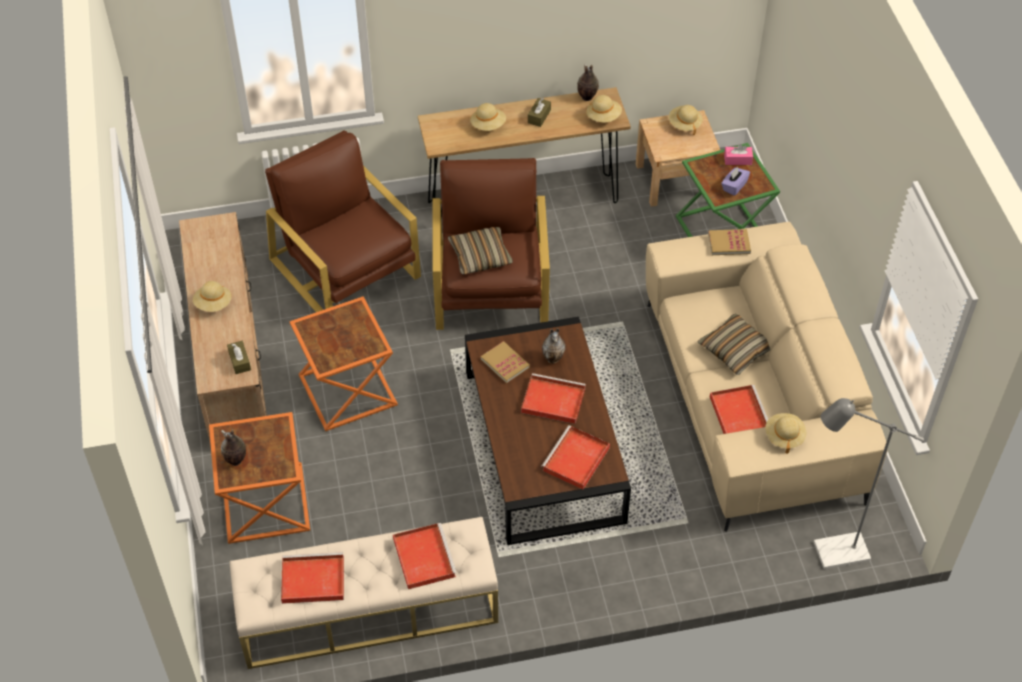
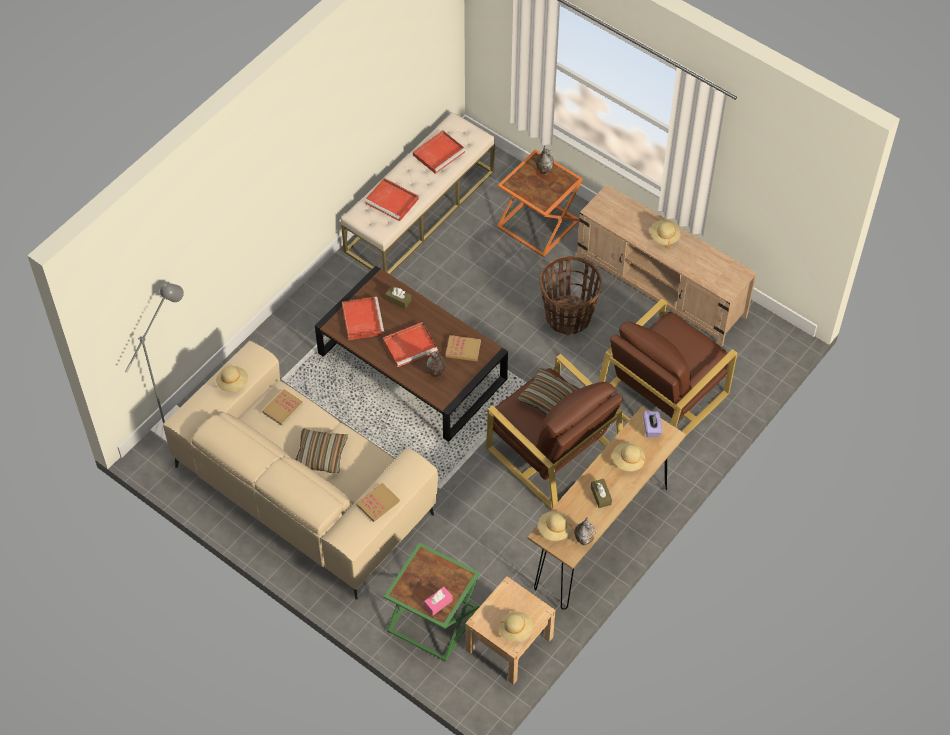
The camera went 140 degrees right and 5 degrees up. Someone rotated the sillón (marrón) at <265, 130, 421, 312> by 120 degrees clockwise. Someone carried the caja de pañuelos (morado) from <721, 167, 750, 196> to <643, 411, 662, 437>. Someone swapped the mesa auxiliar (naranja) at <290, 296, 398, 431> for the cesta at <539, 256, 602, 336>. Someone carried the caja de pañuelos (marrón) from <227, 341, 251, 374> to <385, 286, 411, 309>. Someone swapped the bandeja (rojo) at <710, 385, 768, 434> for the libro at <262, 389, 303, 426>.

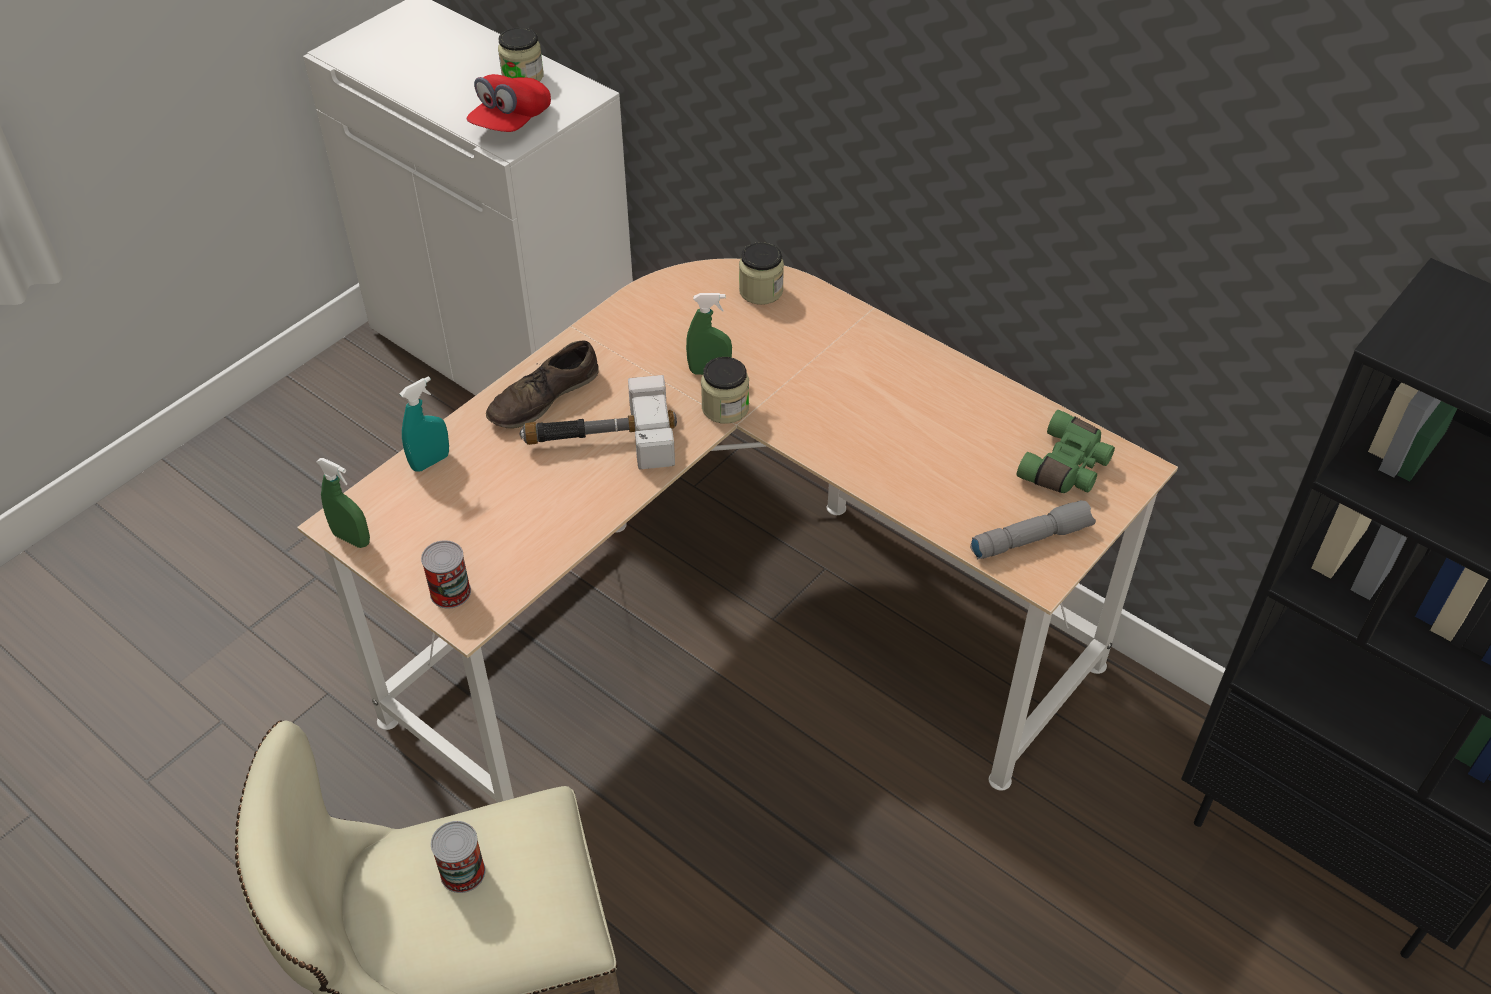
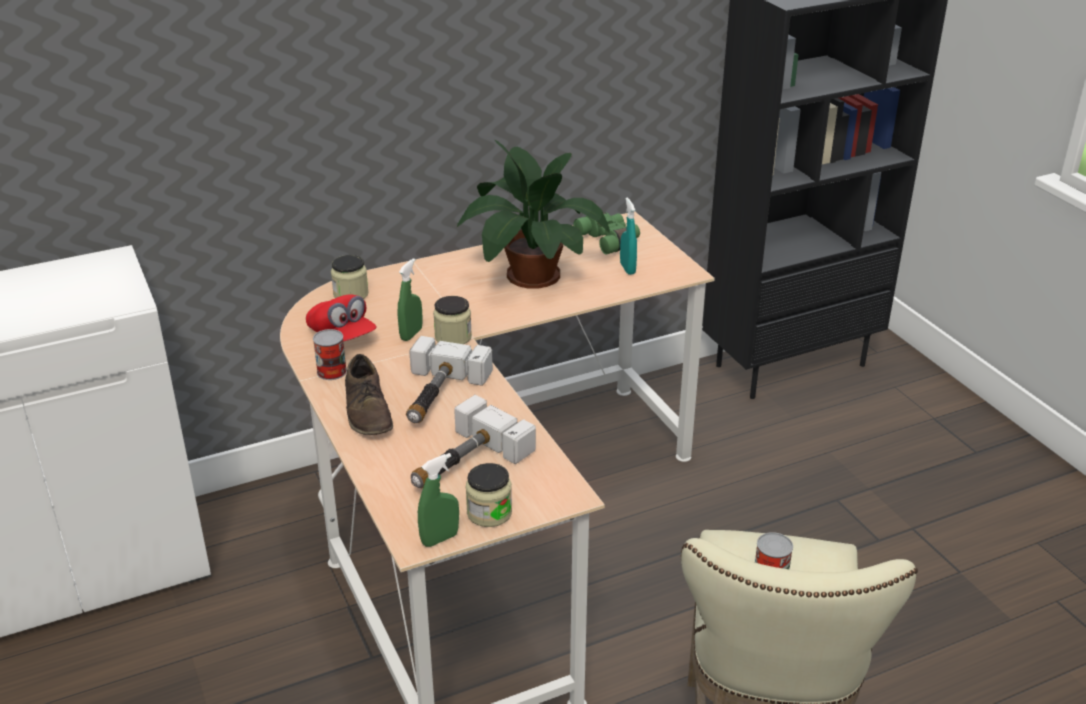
The camera went 65 degrees left and 15 degrees down. Someone carried the tarro from <498, 27, 544, 81> to <466, 463, 512, 527>. Someone carried the gorra (rojo) from <466, 74, 551, 132> to <306, 294, 377, 342>. Someone carried the pulverizador (turquesa) from <399, 376, 449, 472> to <620, 197, 637, 275>. Someone took away the linterna (gris) at <970, 500, 1096, 559>. Someone carried the lata from <421, 540, 471, 608> to <313, 329, 347, 380>. Someone put down the planta en maceta at <457, 140, 610, 289>. Someone put down the martillo at <411, 395, 536, 488>.

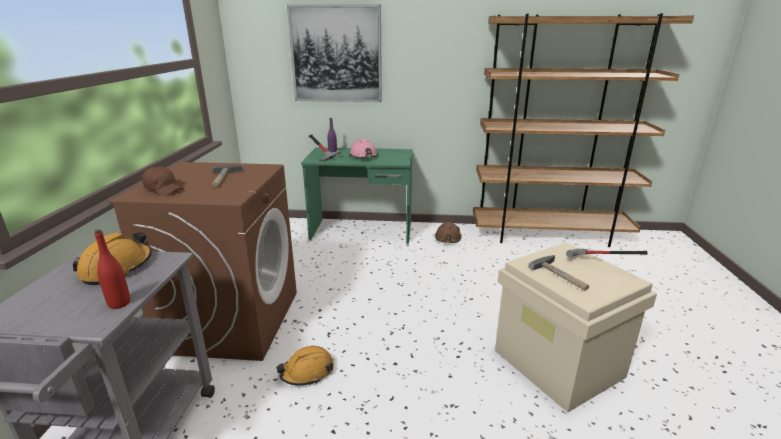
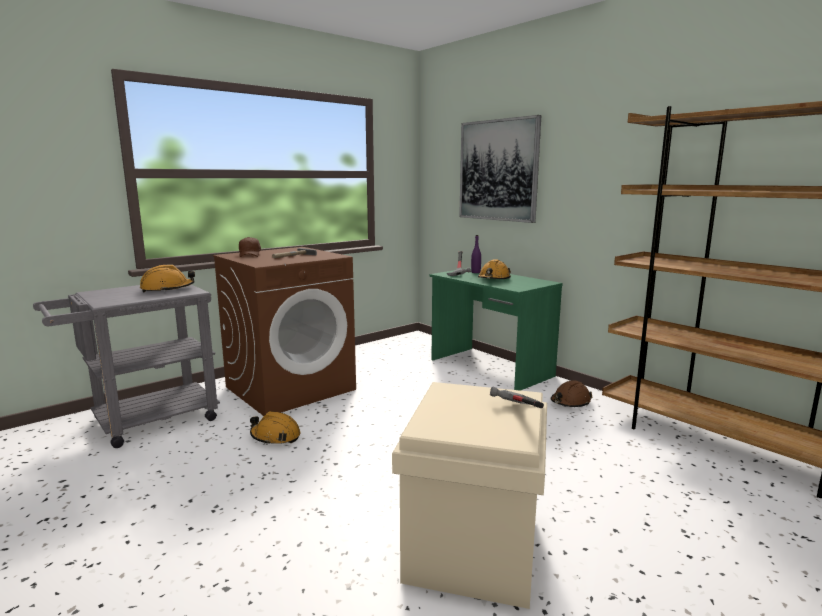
The camera went 45 degrees right and 10 degrees down. Someone repainted the casco (rosa) at <349, 139, 378, 158>, which became the casco (naranja) at <478, 259, 511, 279>. Someone took away the botella (rojo) at <95, 229, 130, 309>. Someone took away the martillo at <528, 255, 589, 290>.

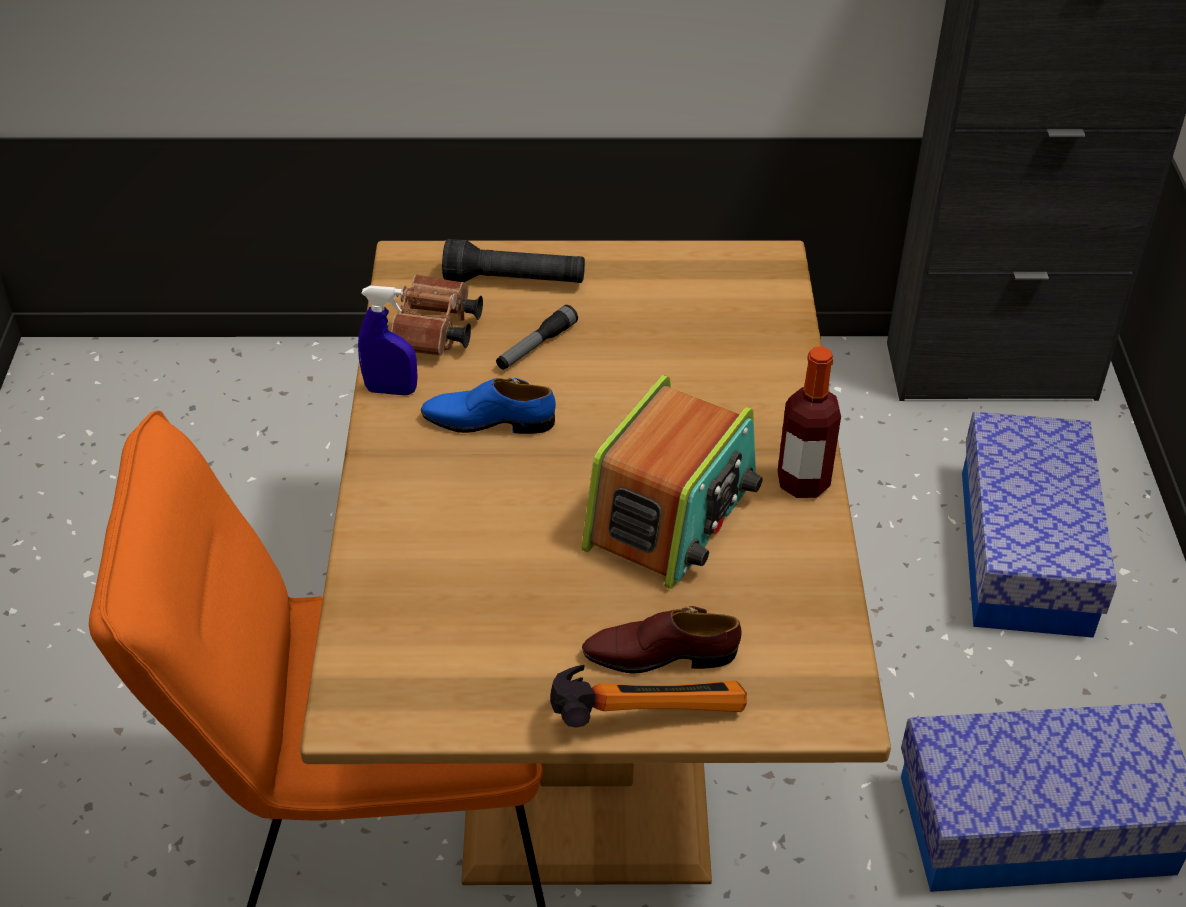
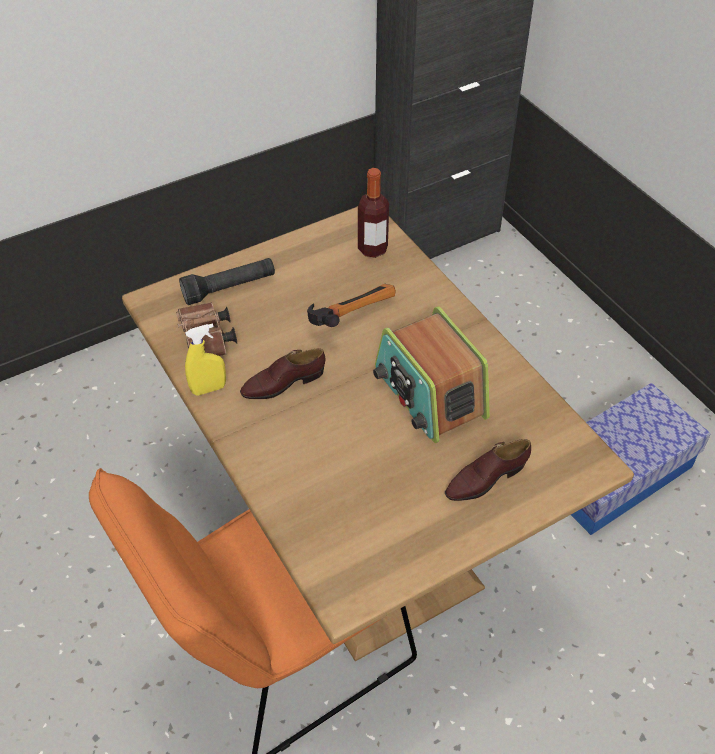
The camera went 30 degrees left and 5 degrees up. Someone repainted the pulverizador (azul) at <358, 286, 418, 396>, which became the pulverizador (amarillo) at <185, 323, 226, 396>. Someone took away the linterna at <496, 305, 578, 370>. Someone carried the botella from <777, 347, 841, 498> to <358, 168, 389, 258>. Someone rotated the radio at <582, 375, 763, 589> by 150 degrees clockwise. Someone repainted the zapato (azul) at <421, 378, 556, 434>, which became the zapato (marrón) at <240, 348, 325, 399>. Someone took away the caja de almacenaje at <962, 412, 1117, 638>. Someone carried the martillo from <550, 665, 747, 728> to <307, 284, 396, 327>.

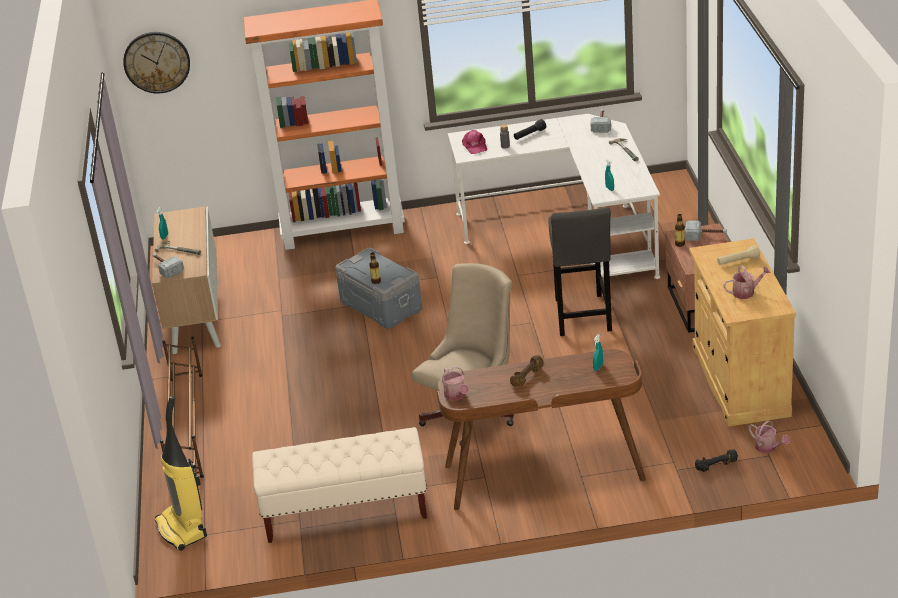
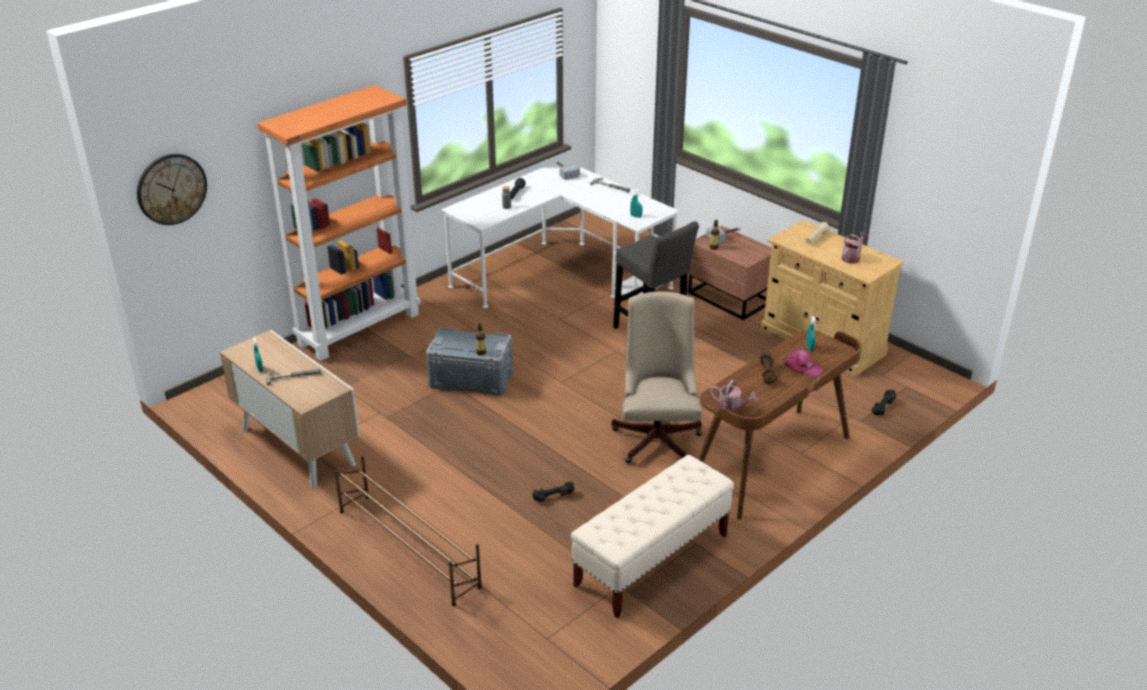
The camera went 40 degrees left and 0 degrees up. Someone carried the gorra (rosa) from <462, 130, 487, 154> to <784, 349, 824, 377>. Someone took away the martillo at <153, 253, 184, 278>. Someone took away the aspiradora at <155, 396, 207, 551>. Someone took away the regadera at <749, 420, 791, 453>. Someone put down the mancuerna (negro) at <532, 482, 574, 502>.

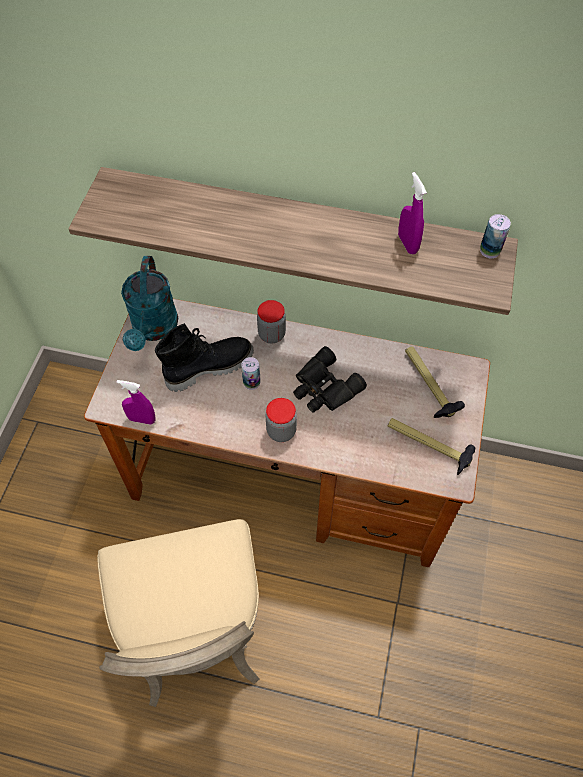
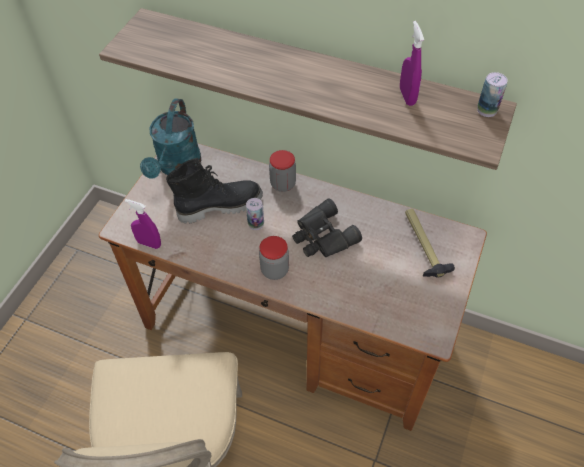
The camera went 10 degrees right and 5 degrees down. Someone took away the martillo at <388, 418, 475, 475>.

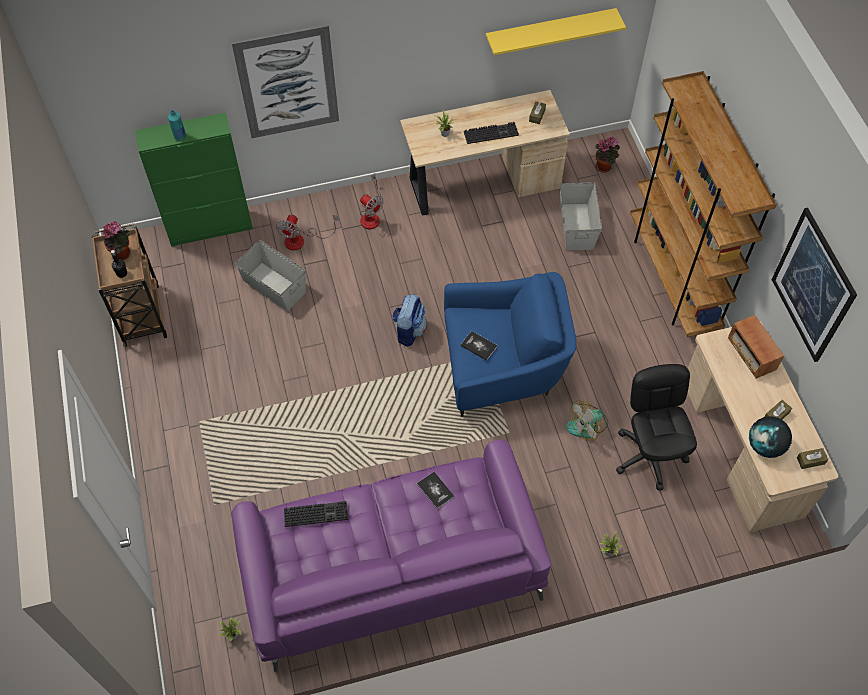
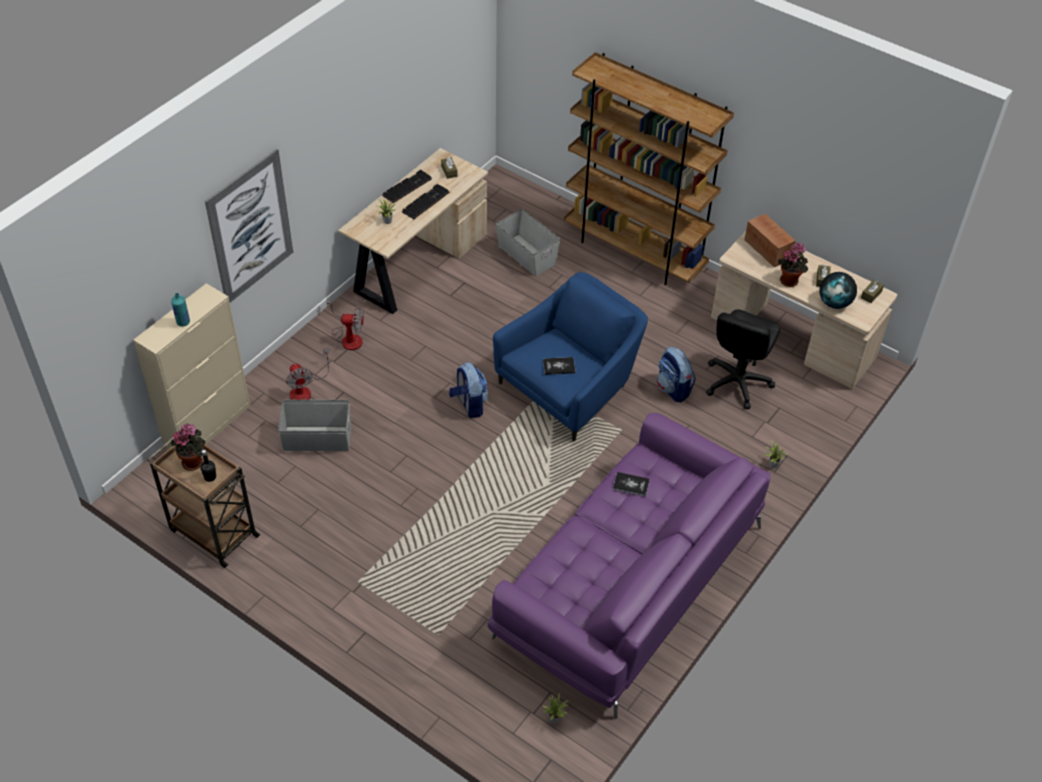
The camera went 40 degrees left and 10 degrees down. Someone took away the estante (amarillo) at <486, 8, 626, 55>. Someone repainted the armario (verde) at <135, 113, 253, 246>, which became the armario (beis) at <133, 283, 250, 450>. Someone carried the planta en maceta from <595, 137, 620, 173> to <778, 243, 808, 287>. Someone took away the cuadro at <772, 208, 857, 362>. Someone rotated the radio at <728, 315, 784, 378> by 150 degrees counterclockwise. Someone rotated the silla de oficina (negro) at <616, 364, 697, 491> by 105 degrees counterclockwise. Someone swapped the ventilador at <566, 400, 608, 440> for the mochila at <657, 347, 696, 402>. Someone carried the teclado from <284, 501, 348, 527> to <382, 170, 432, 203>.

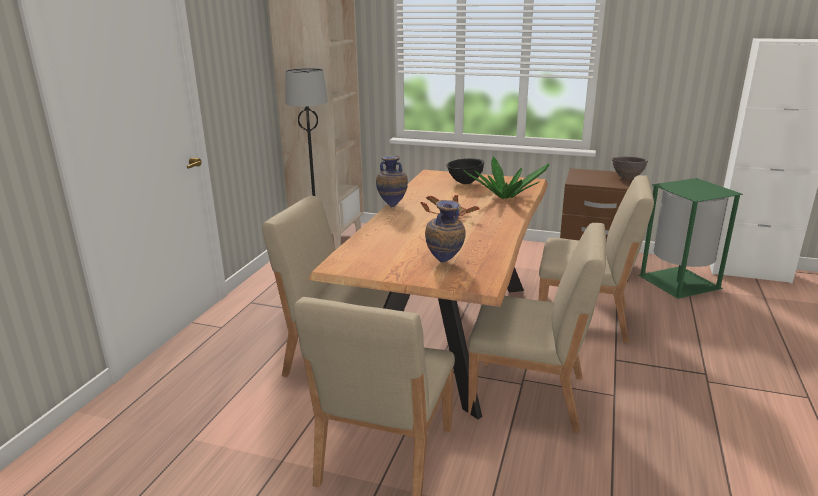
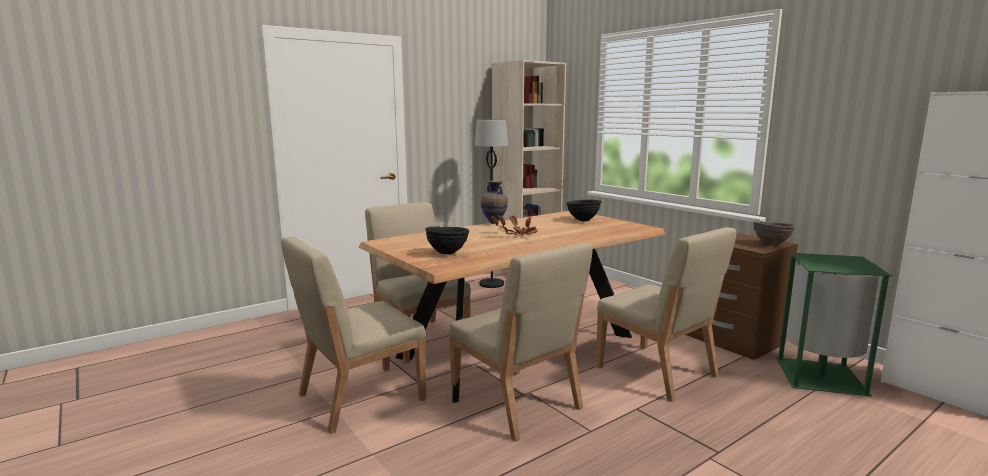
The camera went 35 degrees right and 10 degrees down. Someone took away the planta en maceta at <463, 156, 550, 199>. Someone swapped the florero at <425, 200, 466, 262> for the cuenco (negro) at <425, 226, 469, 254>.

